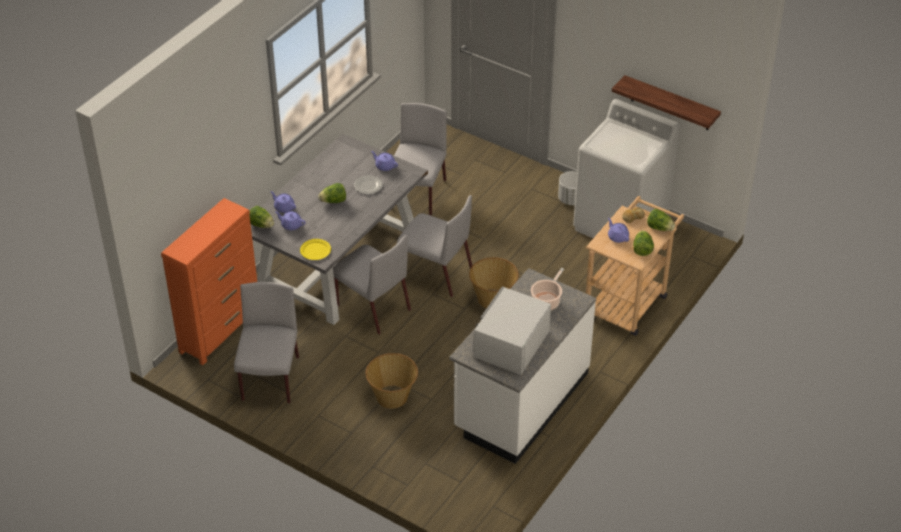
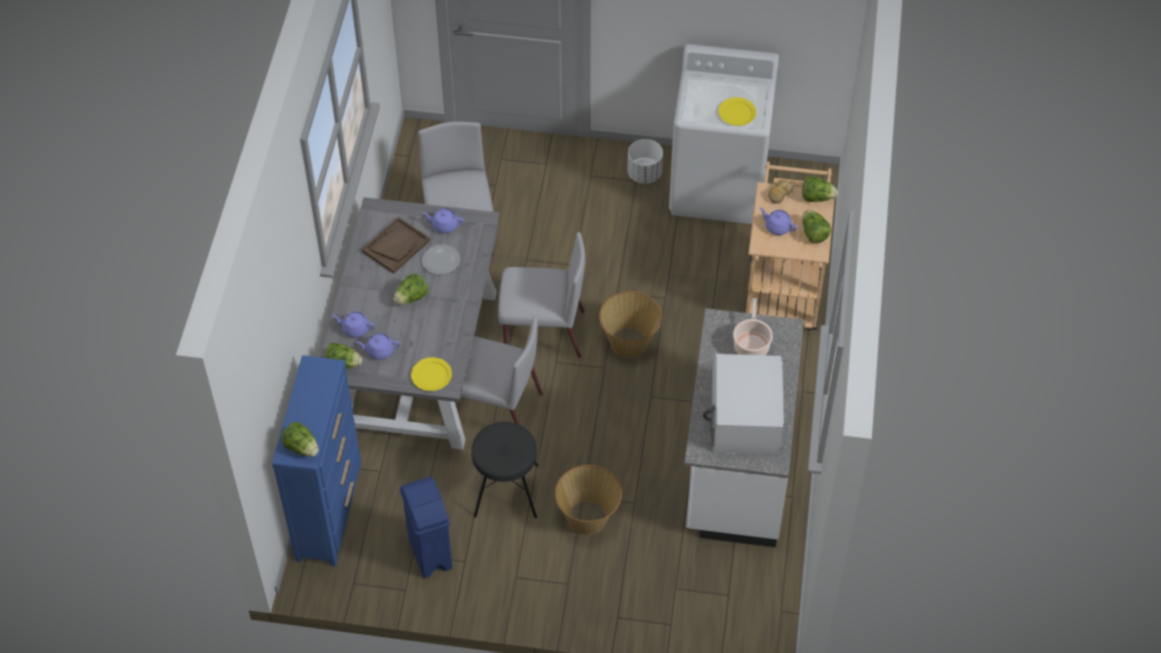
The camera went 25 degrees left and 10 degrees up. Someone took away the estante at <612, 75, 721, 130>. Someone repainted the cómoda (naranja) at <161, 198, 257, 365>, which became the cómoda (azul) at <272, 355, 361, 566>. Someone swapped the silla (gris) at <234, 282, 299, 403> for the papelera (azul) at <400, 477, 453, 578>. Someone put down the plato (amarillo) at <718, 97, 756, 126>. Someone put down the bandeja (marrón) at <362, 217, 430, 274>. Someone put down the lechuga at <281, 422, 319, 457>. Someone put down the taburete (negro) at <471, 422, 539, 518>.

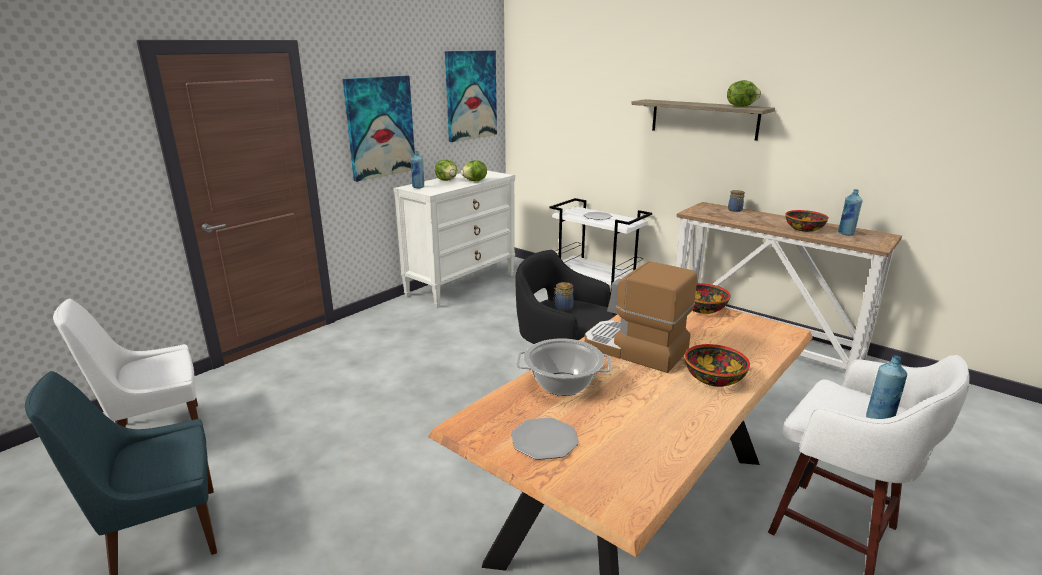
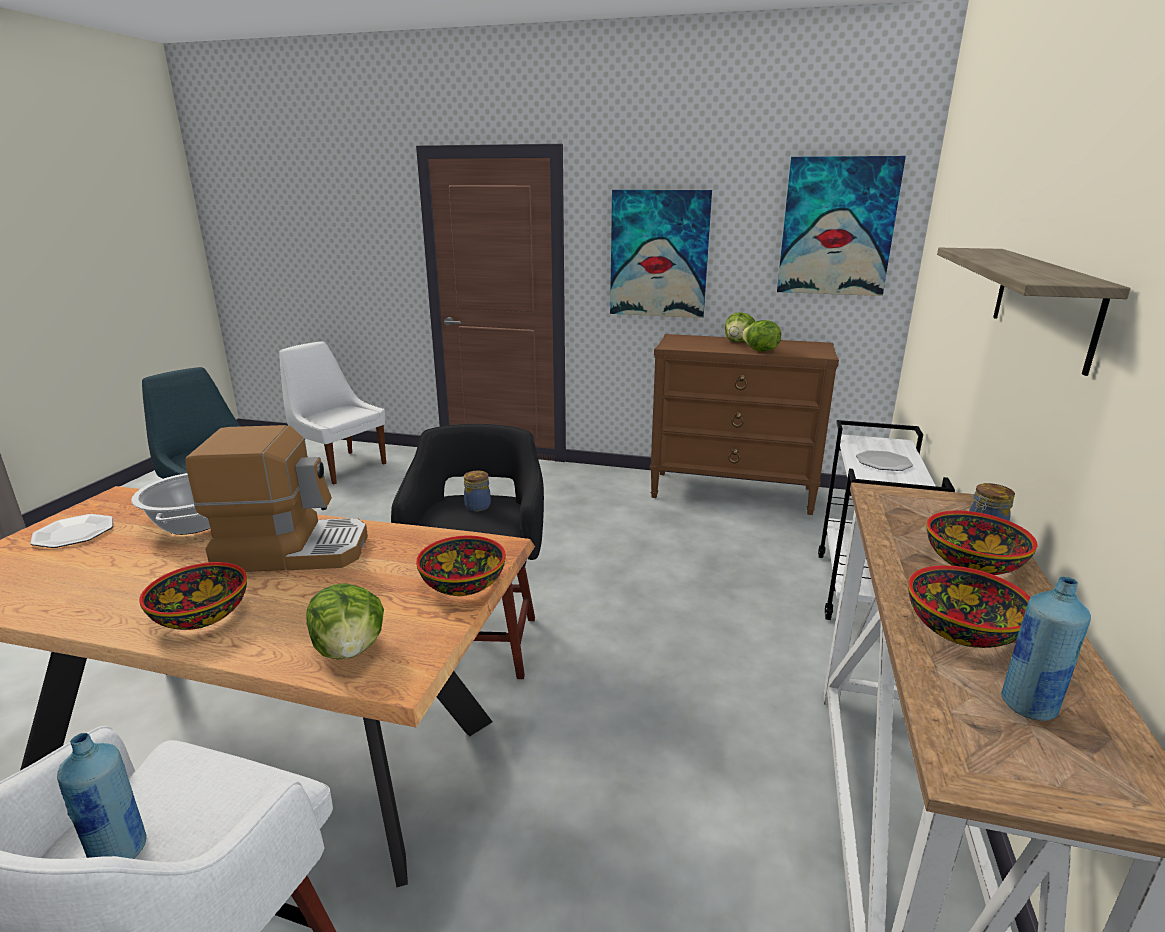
The camera went 65 degrees right and 0 degrees up. Someone carried the lechuga from <727, 80, 761, 107> to <306, 583, 384, 660>. Someone took away the botella (azul) at <411, 151, 424, 188>. Someone repainted the cómoda (blanco) at <393, 170, 515, 308>, which became the cómoda (marrón) at <650, 334, 839, 515>. Someone rotated the cafetera at <585, 261, 697, 373> by 75 degrees clockwise. Someone put down the cuenco at <927, 511, 1038, 575>.

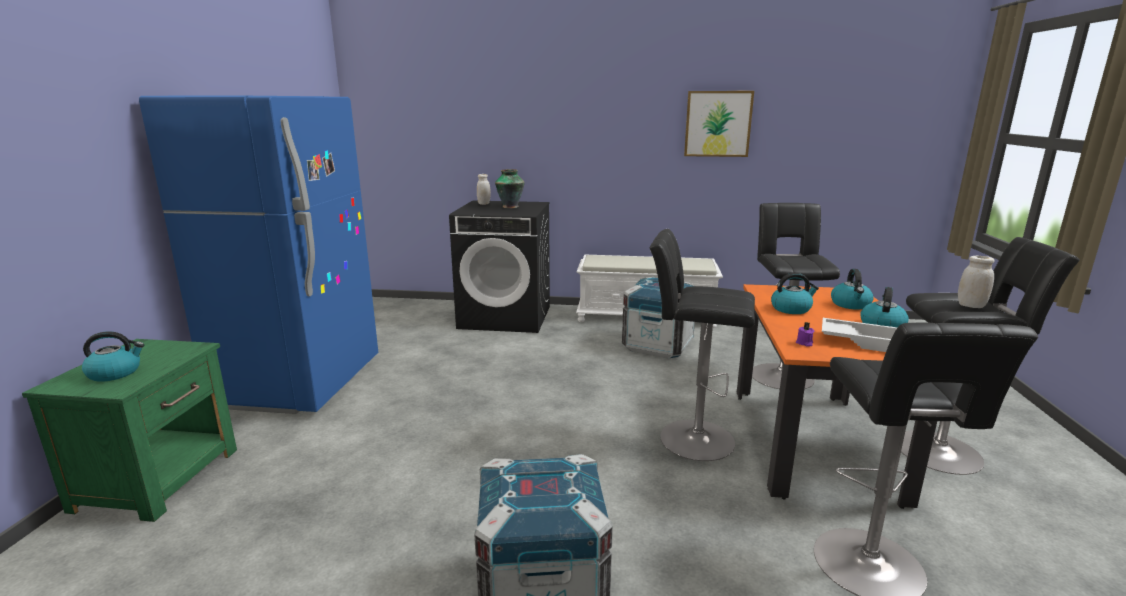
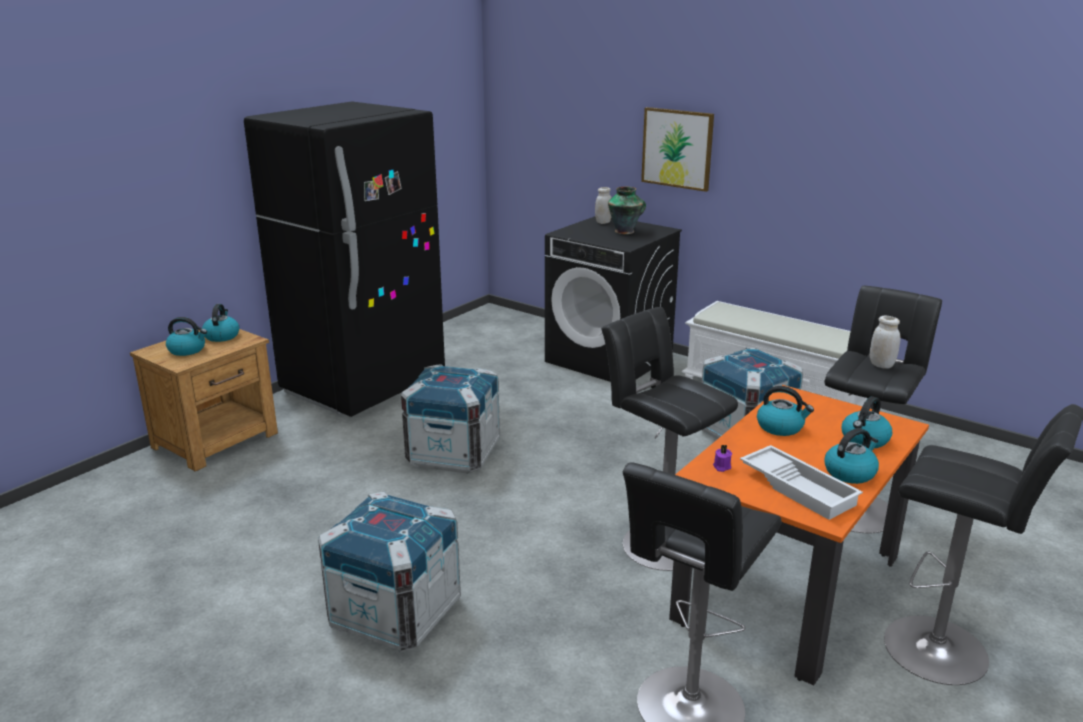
The camera went 30 degrees right and 5 degrees up. Someone carried the cuadro from <684, 91, 754, 157> to <641, 107, 714, 192>. Someone repainted the nevera (azul) at <139, 96, 378, 414>, which became the nevera (negro) at <244, 101, 445, 417>. Someone carried the tarro (blanco) from <958, 256, 995, 308> to <870, 316, 900, 369>. Someone repainted the mesita de noche (verde) at <22, 339, 237, 522>, which became the mesita de noche (marrón) at <130, 329, 278, 471>. Someone put down the hervidor at <202, 304, 239, 342>. Someone put down the caja de embalaje at <401, 364, 500, 474>.

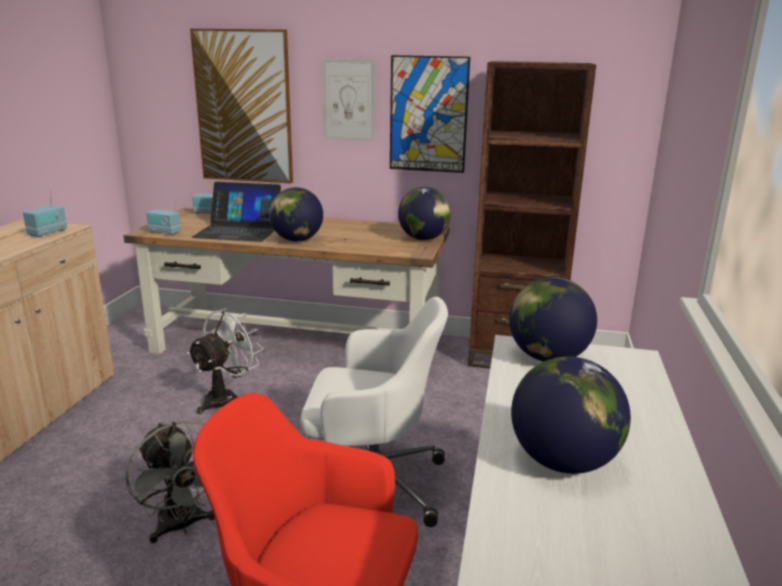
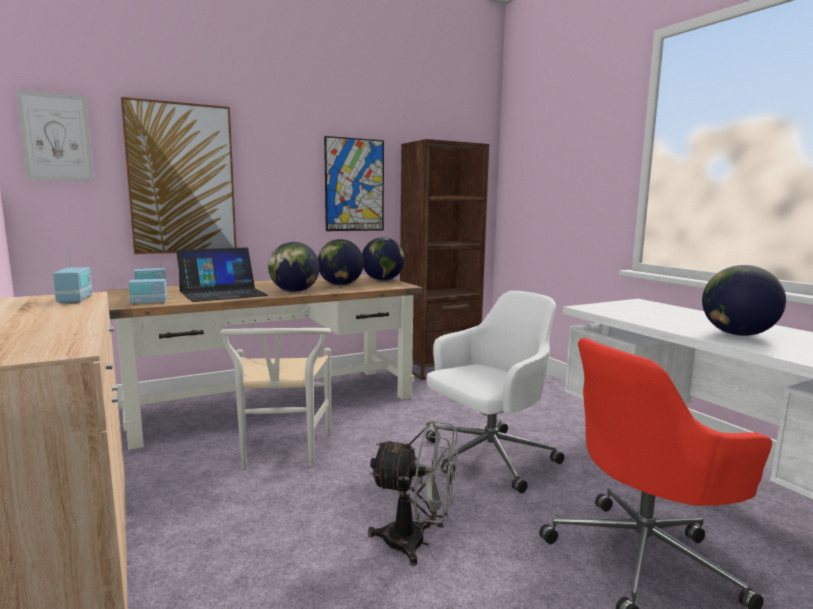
The camera went 40 degrees left and 10 degrees down. Someone carried the cuadro from <322, 58, 375, 142> to <16, 90, 94, 181>. Someone carried the globo terráqueo from <509, 277, 597, 362> to <318, 239, 364, 286>. Someone swapped the ventilador (blanco) at <187, 307, 263, 414> for the silla (blanco) at <220, 328, 331, 469>.

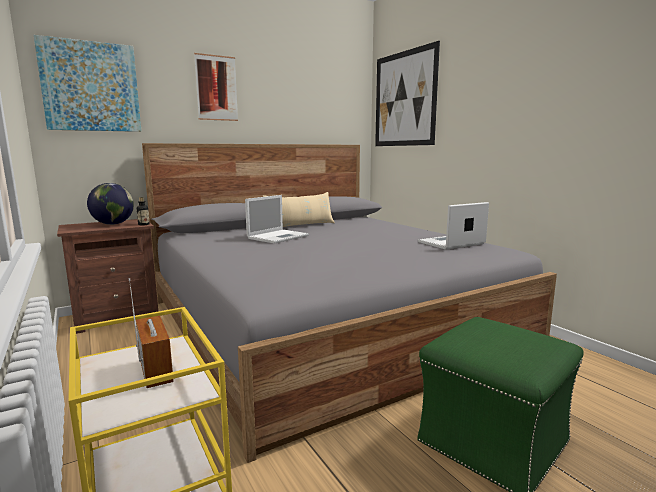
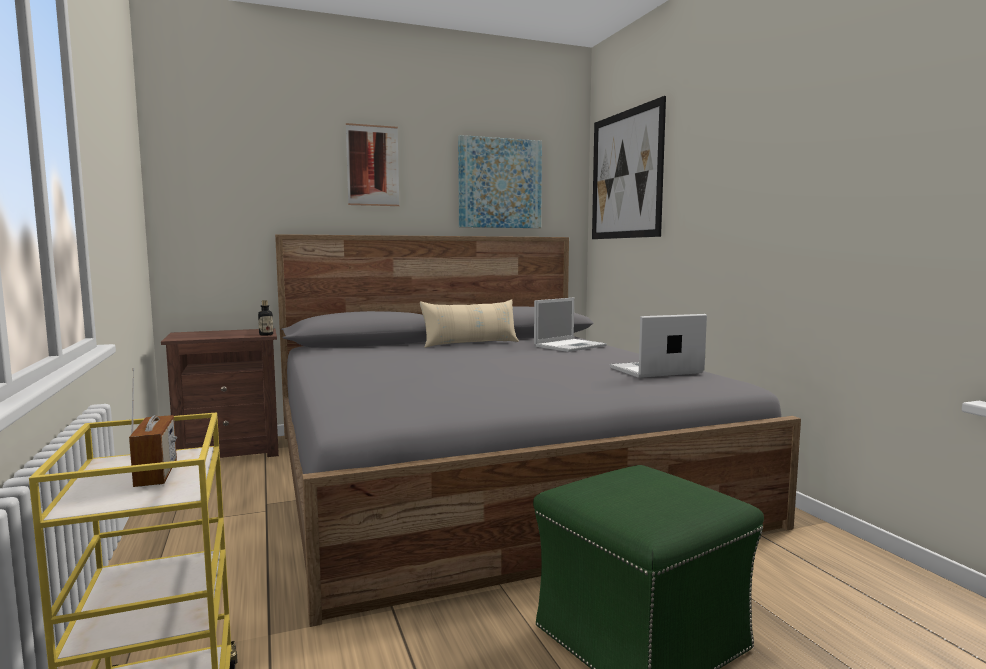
The camera went 10 degrees right and 5 degrees down. Someone carried the cuadro from <34, 35, 141, 132> to <458, 135, 542, 228>. Someone took away the globo terráqueo at <87, 183, 134, 225>. Someone carried the portátil from <245, 195, 309, 244> to <534, 298, 607, 352>.

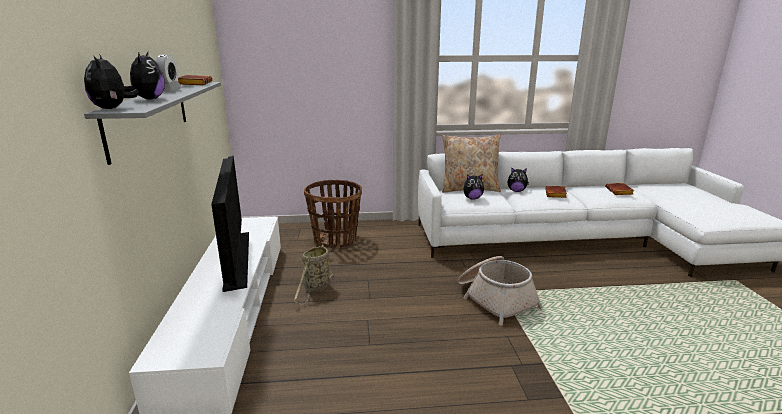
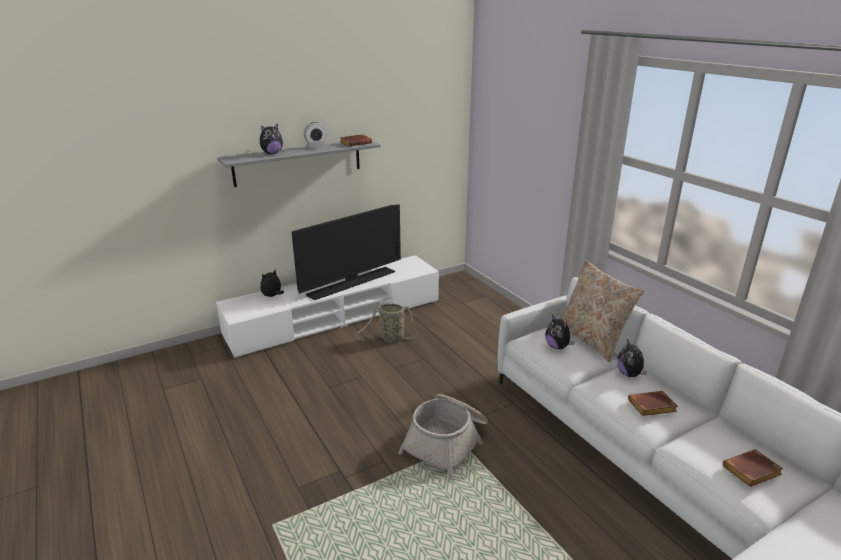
The camera went 65 degrees right and 5 degrees up. Someone carried the peluche from <84, 54, 139, 109> to <260, 270, 284, 297>. Someone took away the cesta at <304, 179, 362, 249>.

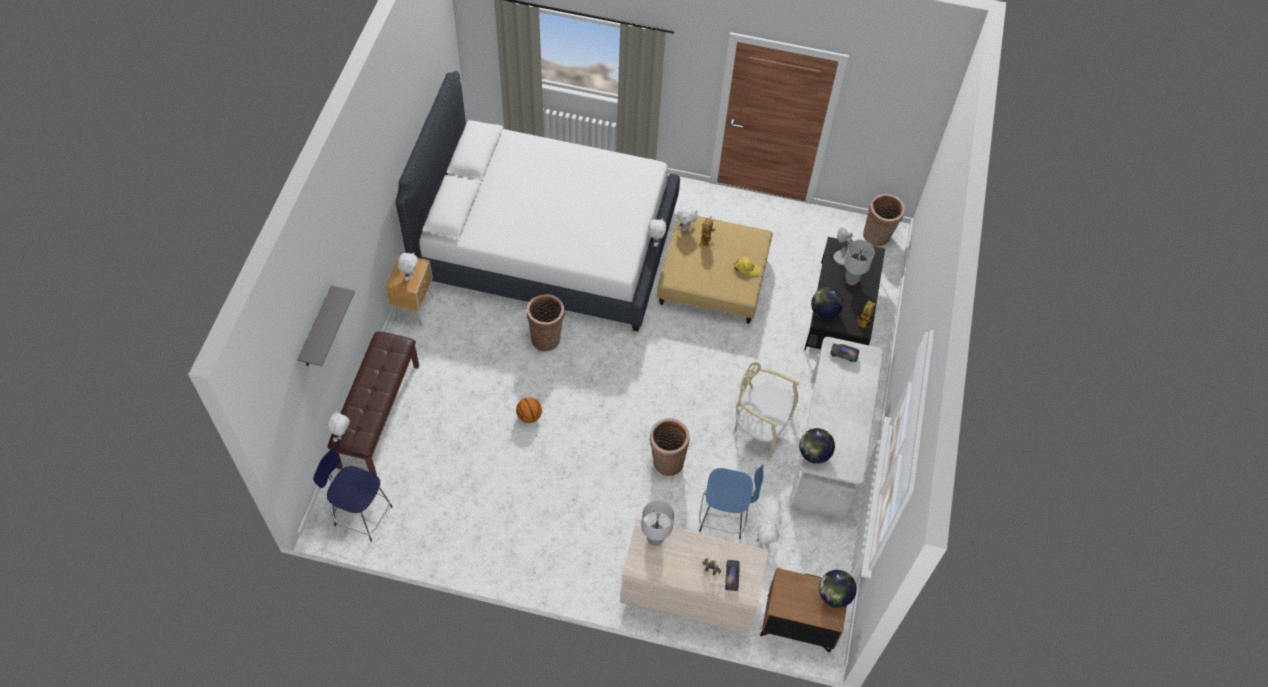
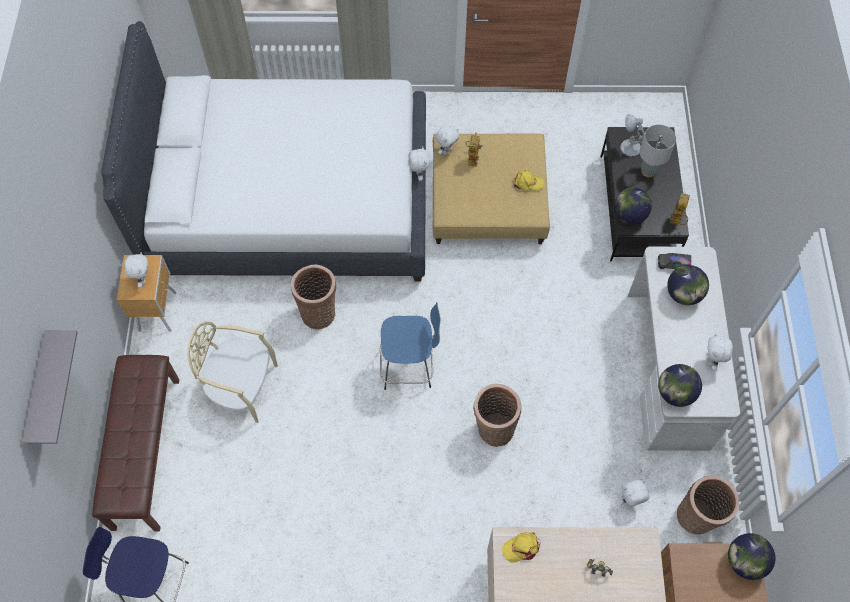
The camera went 10 degrees left and 5 degrees up. Someone carried the cesta from <863, 194, 905, 246> to <677, 476, 739, 535>. Someone carried the silla (beis) from <734, 362, 799, 458> to <187, 321, 278, 423>. Someone took away the balón de baloncesto at <516, 397, 542, 423>. Someone carried the peluche (blanco) from <326, 411, 350, 442> to <708, 333, 733, 371>. Someone carried the taburete (azul) from <699, 464, 764, 539> to <380, 302, 440, 390>. Someone swapped the lámpara de mesa (gris) at <641, 500, 674, 546> for the gorra (amarillo) at <502, 532, 540, 562>. Someone took away the camión de juguete at <725, 560, 740, 591>. Someone put down the globo terráqueo at <667, 265, 709, 305>.

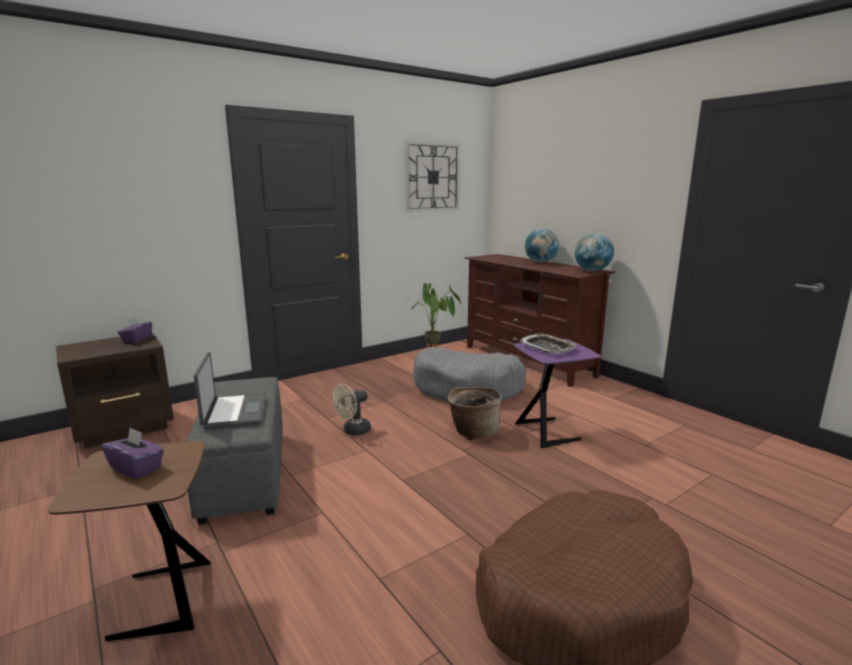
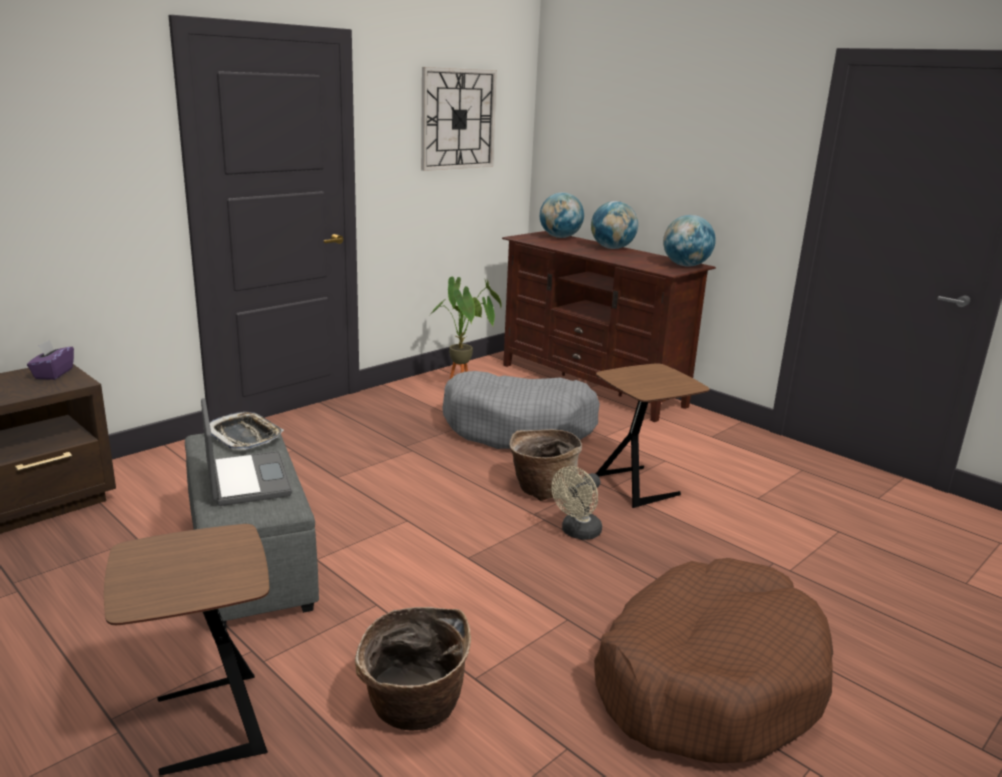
The camera went 10 degrees left and 5 degrees up. Someone carried the bandeja from <520, 334, 576, 354> to <203, 412, 284, 450>. Someone repainted the mesa auxiliar (morado) at <514, 339, 601, 448>, which became the mesa auxiliar (marrón) at <596, 363, 710, 508>. Someone carried the ventilador (beis) from <333, 384, 371, 435> to <552, 466, 602, 540>. Someone took away the caja de pañuelos (morado) at <102, 427, 164, 479>. Someone put down the globo terráqueo at <540, 192, 584, 238>. Someone put down the cesta at <355, 607, 471, 731>.

